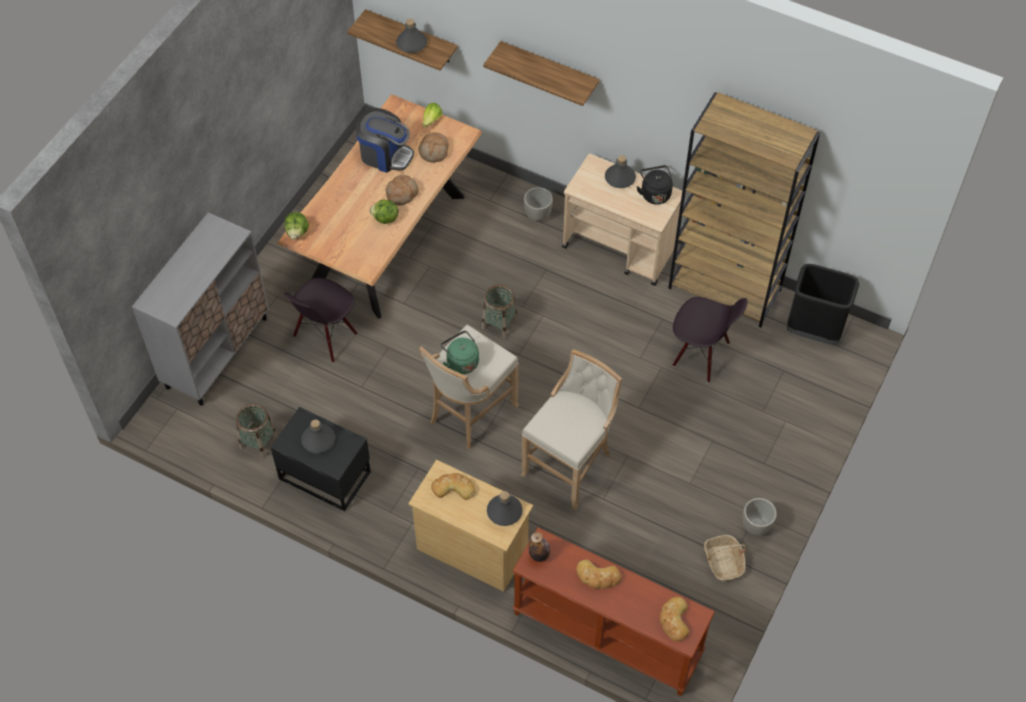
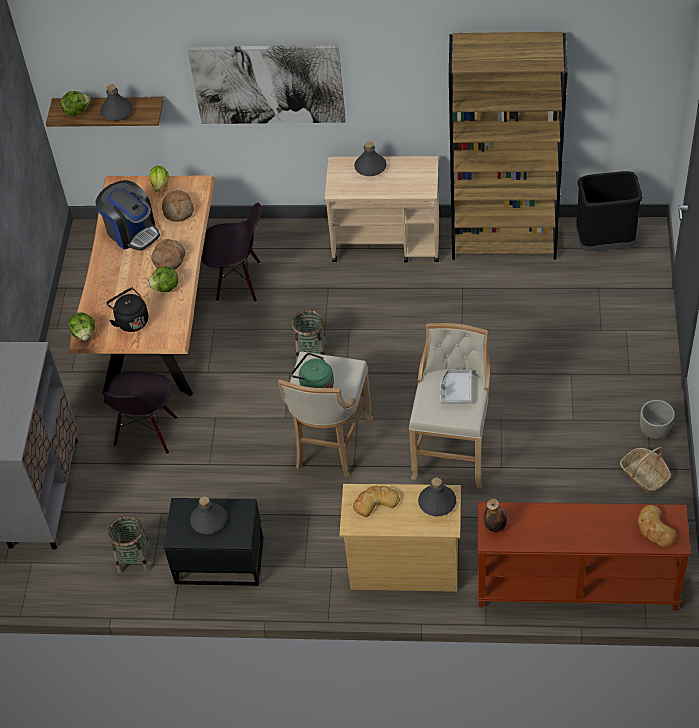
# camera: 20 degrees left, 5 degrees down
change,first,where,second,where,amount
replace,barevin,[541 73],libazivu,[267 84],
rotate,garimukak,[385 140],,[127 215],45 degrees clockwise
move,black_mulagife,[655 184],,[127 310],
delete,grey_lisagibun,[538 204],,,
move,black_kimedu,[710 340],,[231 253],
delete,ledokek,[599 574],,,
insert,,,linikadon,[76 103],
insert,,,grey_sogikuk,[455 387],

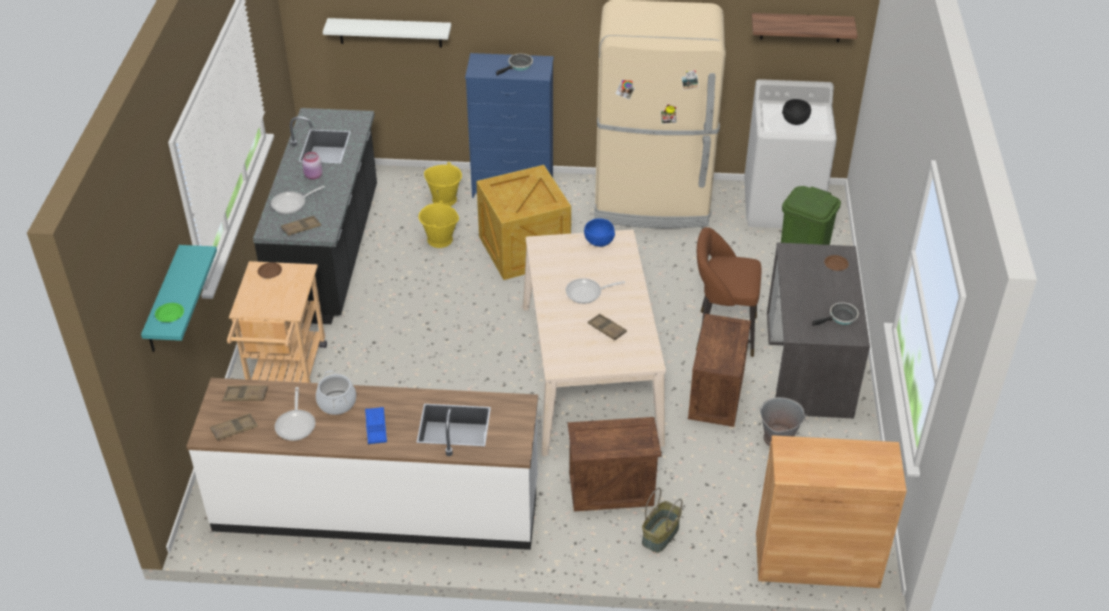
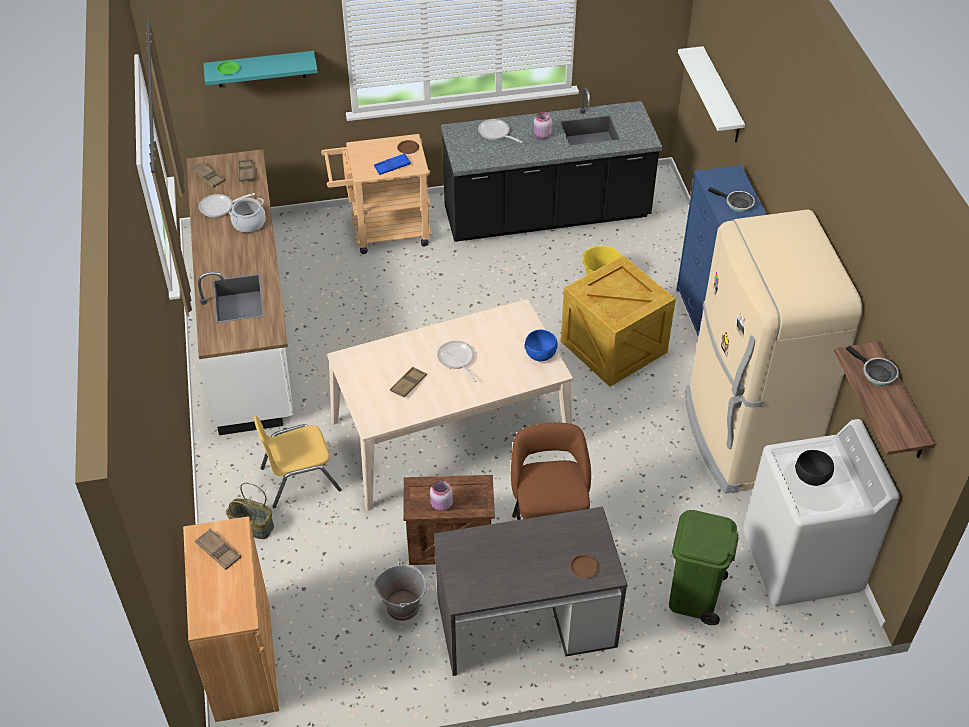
# camera: 75 degrees right, 5 degrees up
change,first,where,second,where,amount
delete,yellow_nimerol,[443 184],,,
move,brown_sogikuk,[301 226],,[218 549],
move,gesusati,[835 314],,[872 365],
move,blue_sogikuk,[376 425],,[392 164],
replace,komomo,[615 464],yellow_kimedu,[297 462],
insert,,,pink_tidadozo,[441 495],

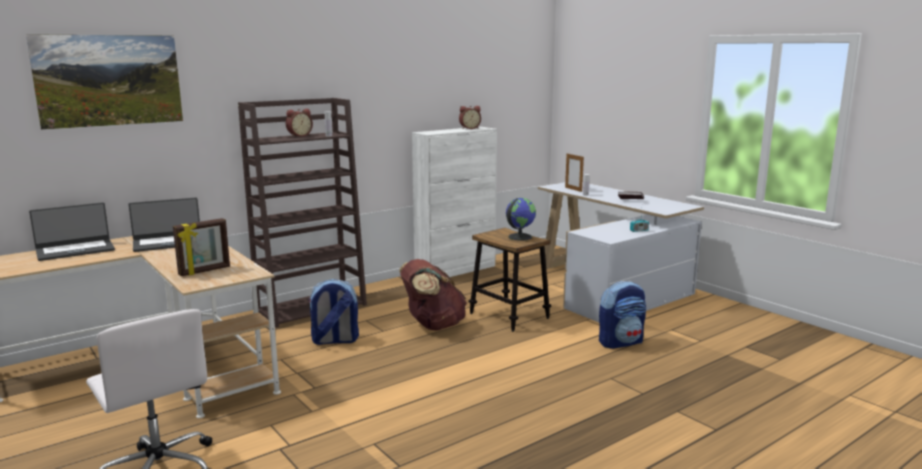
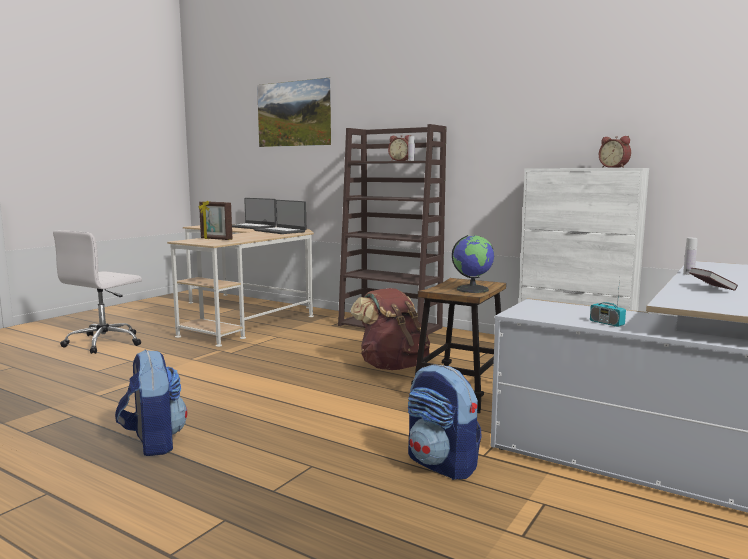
# camera: 70 degrees right, 5 degrees down
change,first,where,second,where,amount
delete,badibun,[574 173],,,
move,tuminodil,[333 312],,[151 403],

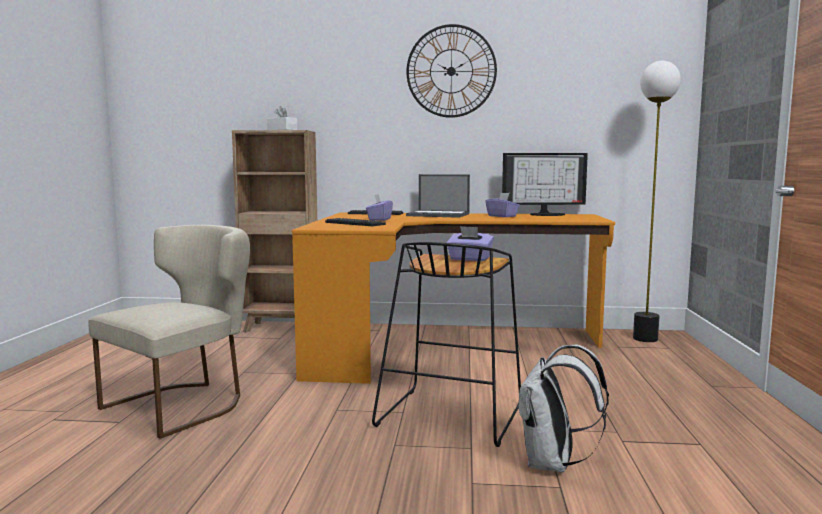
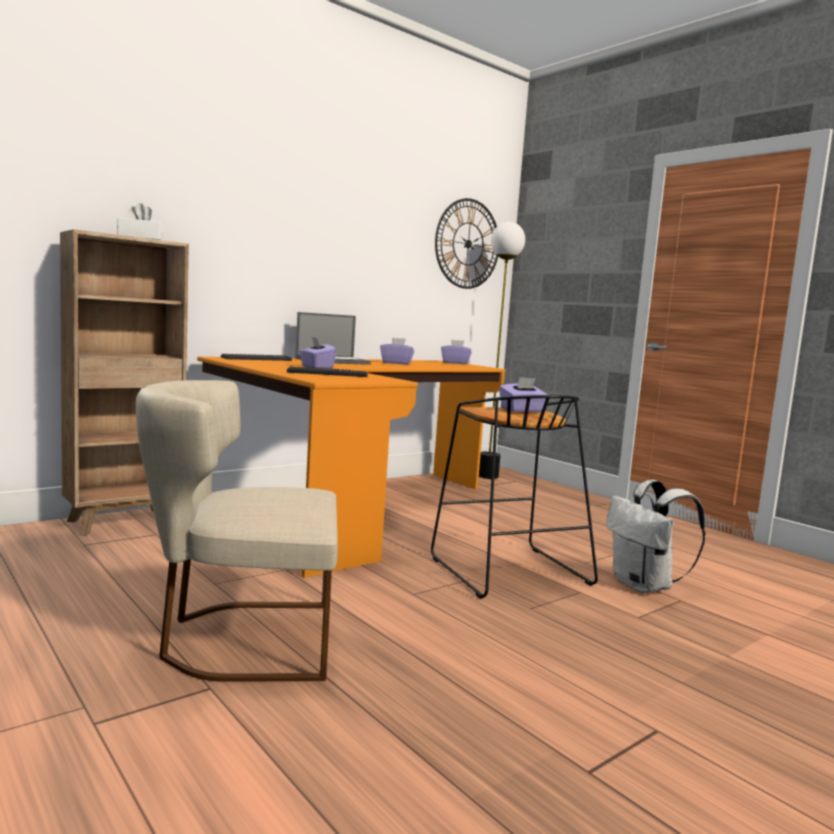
# camera: 45 degrees left, 0 degrees up
change,first,where,second,where,amount
move,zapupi,[451 71],,[466 243],
delete,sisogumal,[545 184],,,
rotate,beige_kimedu,[169 332],,[237 531],90 degrees counterclockwise
insert,,,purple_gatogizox,[456 352],

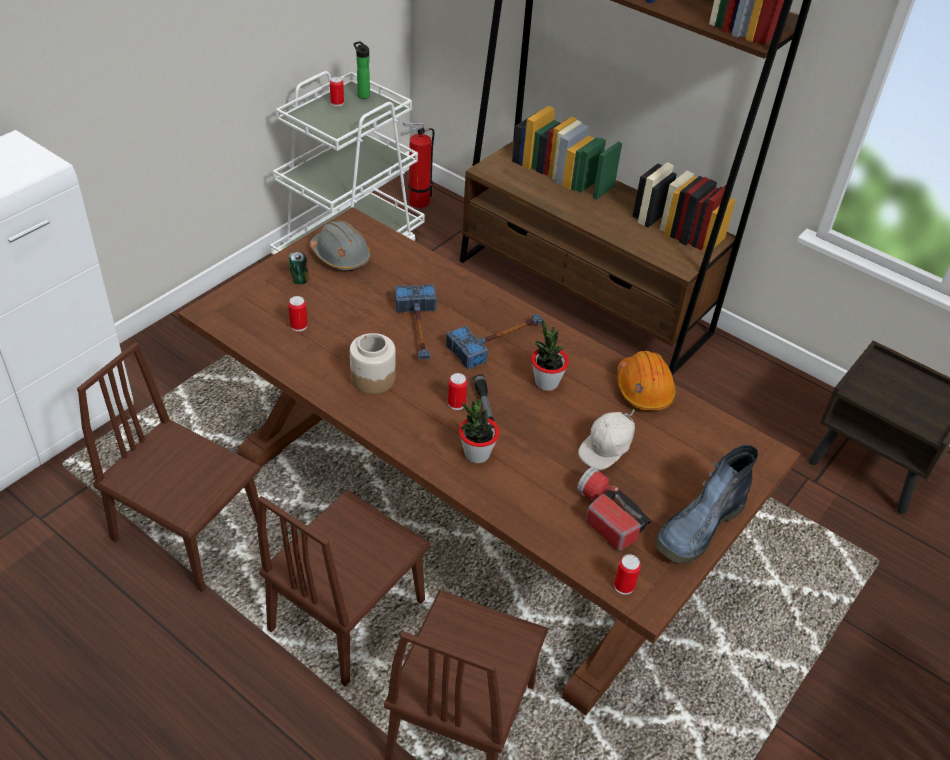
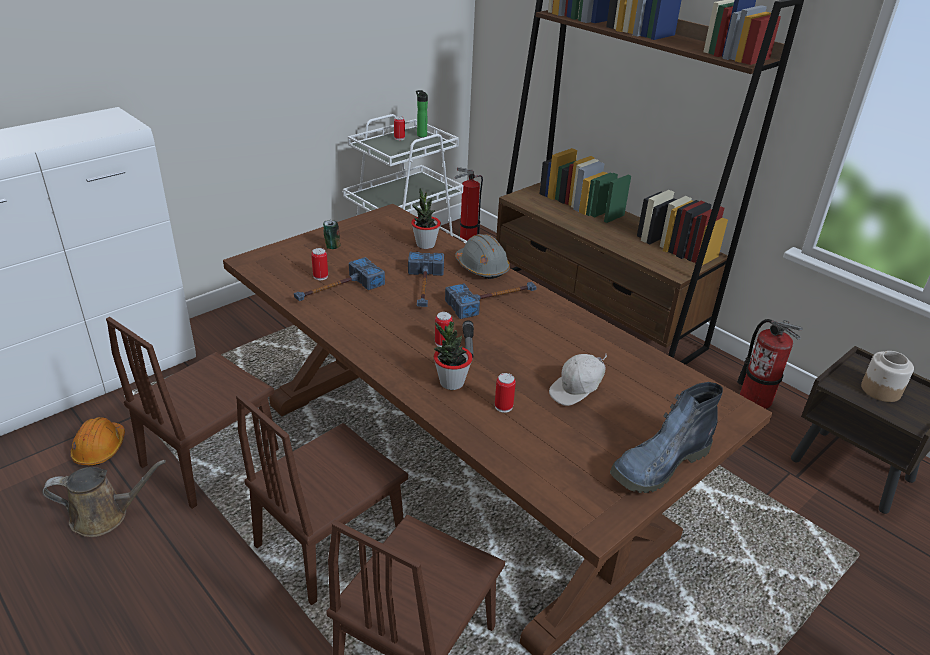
# camera: 10 degrees right, 10 degrees down
change,first,where,second,where,amount
move,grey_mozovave,[340 246],,[482 256],
move,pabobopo,[550 355],,[426 218],
move,tidadozo,[373 363],,[887 376],
rotate,brown_kimedu,[168 467],,[192 413],90 degrees counterclockwise
move,orange_mozovave,[646 381],,[97 441],
delete,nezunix,[615 509],,,
move,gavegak,[627 574],,[505 393],
insert,,,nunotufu,[339 279],
insert,,,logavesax,[770 364],
insert,,,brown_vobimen,[104 498],

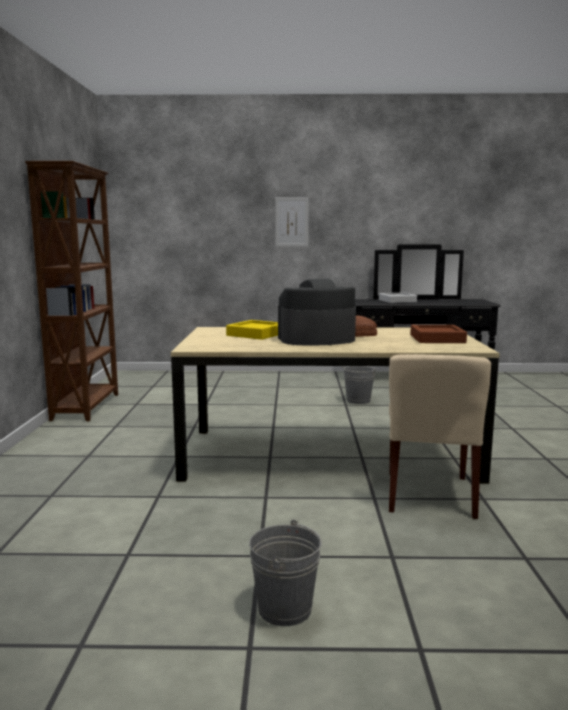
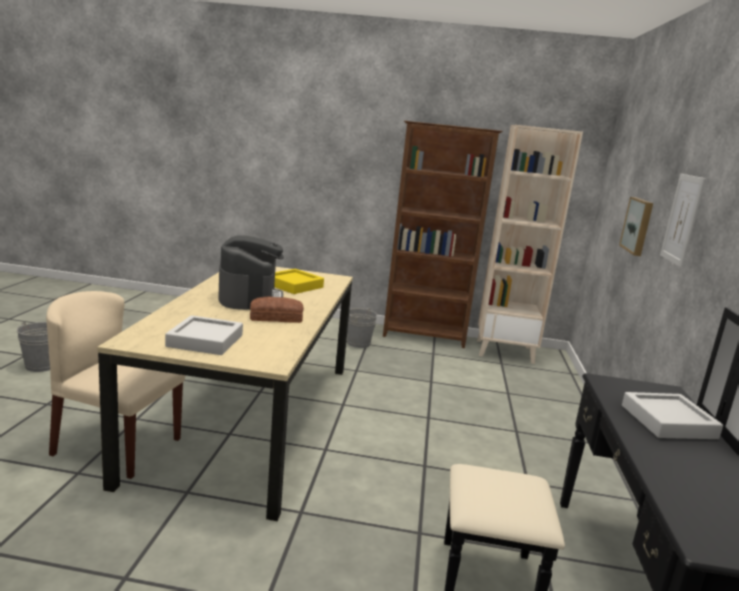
# camera: 95 degrees right, 5 degrees up
change,first,where,second,where,amount
recolor,brown_sogikuk,[438 334],grey_sogikuk,[204 335],
move,grey_nimerol,[360 385],,[362 328],
insert,,,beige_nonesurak,[530 244],
insert,,,libazivu,[636 226],

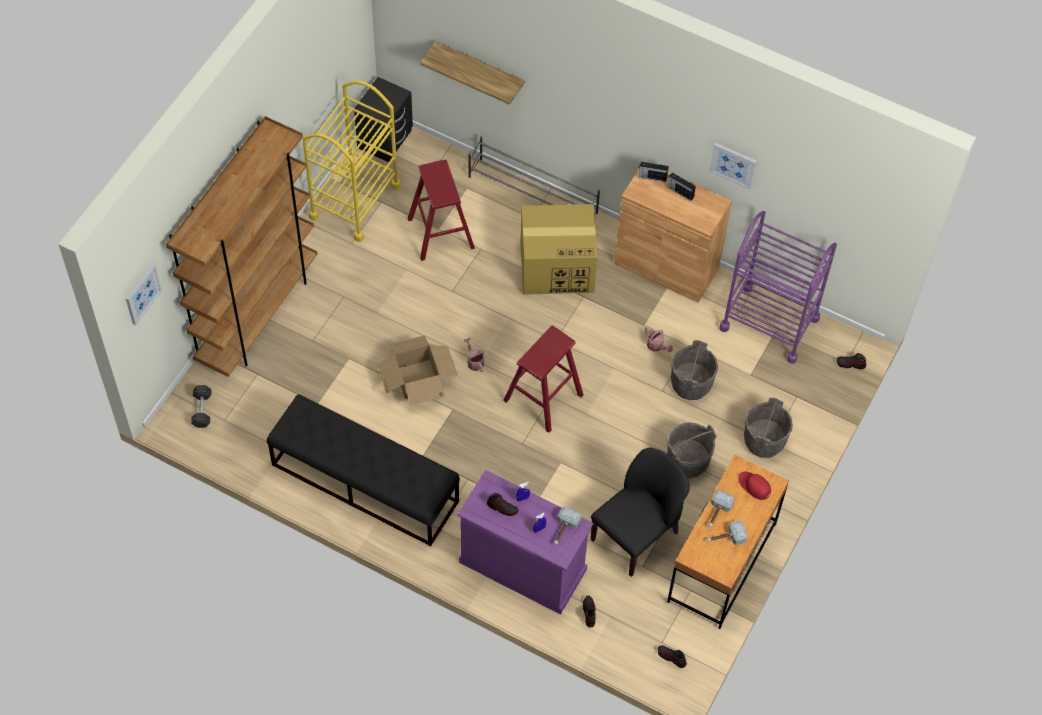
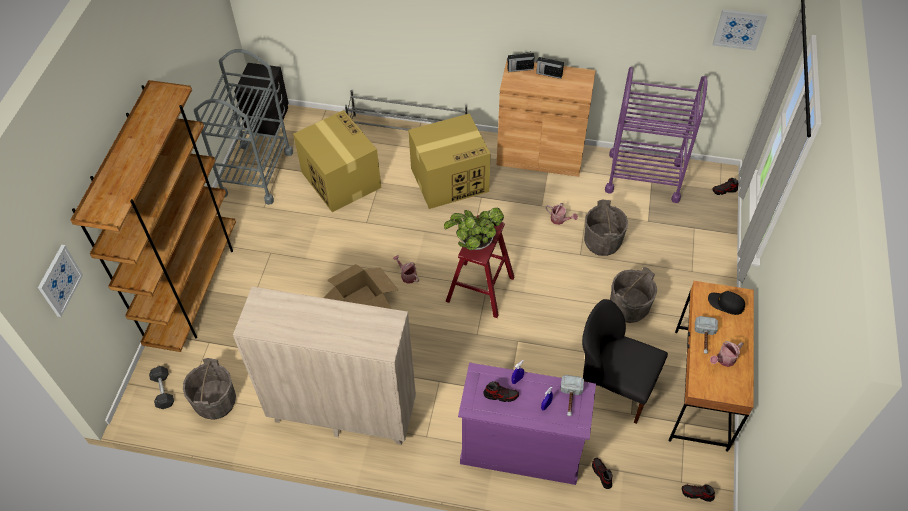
# camera: 15 degrees left, 5 degrees down
change,first,where,second,where,amount
delete,barevin,[472 73],,,
recolor,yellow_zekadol,[352 161],grey_zekadol,[243 127],
move,libazivu,[732 166],,[740 30],
replace,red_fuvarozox,[441 210],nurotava,[337 161],
replace,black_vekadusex,[363 470],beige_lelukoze,[324 366],
move,grey_nimerol,[768 428],,[209 389],
rotate,black_kimedu,[640 512],,[625 361],90 degrees counterclockwise
recolor,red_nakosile,[754 485],black_nakosile,[726 303],
replace,nunotufu,[727 532],vobimen,[727 354],
insert,,,pabobopo,[474 229],

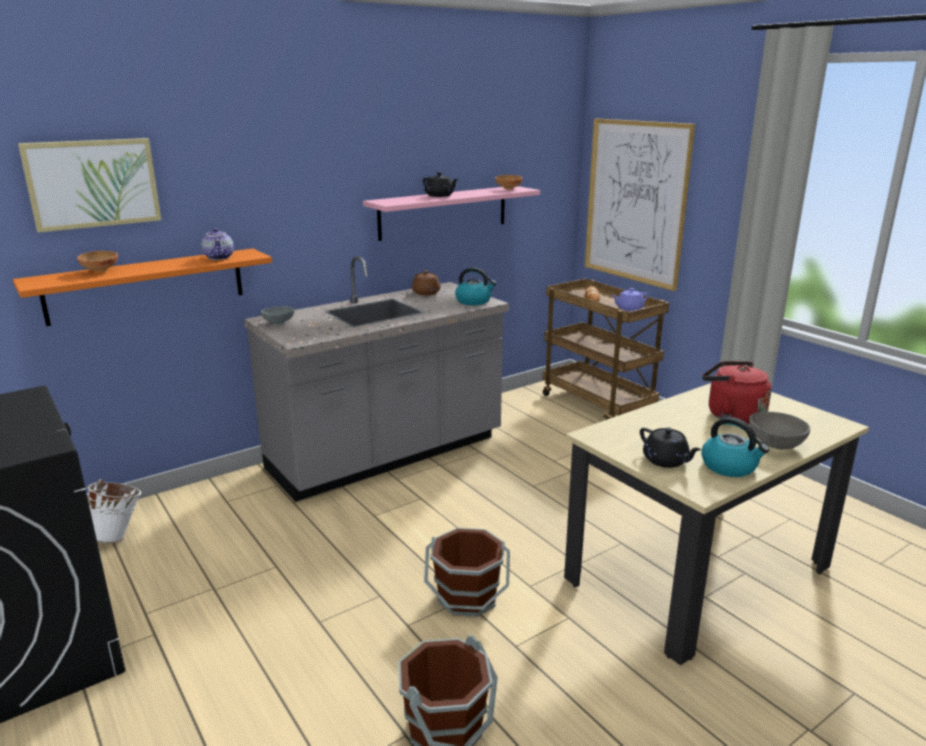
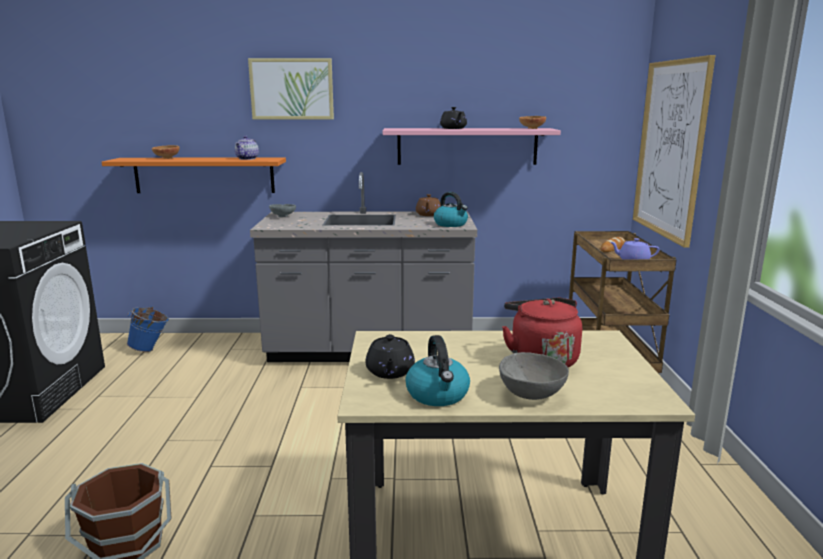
# camera: 35 degrees right, 5 degrees down
change,first,where,second,where,amount
move,libazivu,[89 185],,[291 89],
recolor,white_nimerol,[113 511],blue_nimerol,[148 329],
delete,brown_nimerol,[467 572],,,

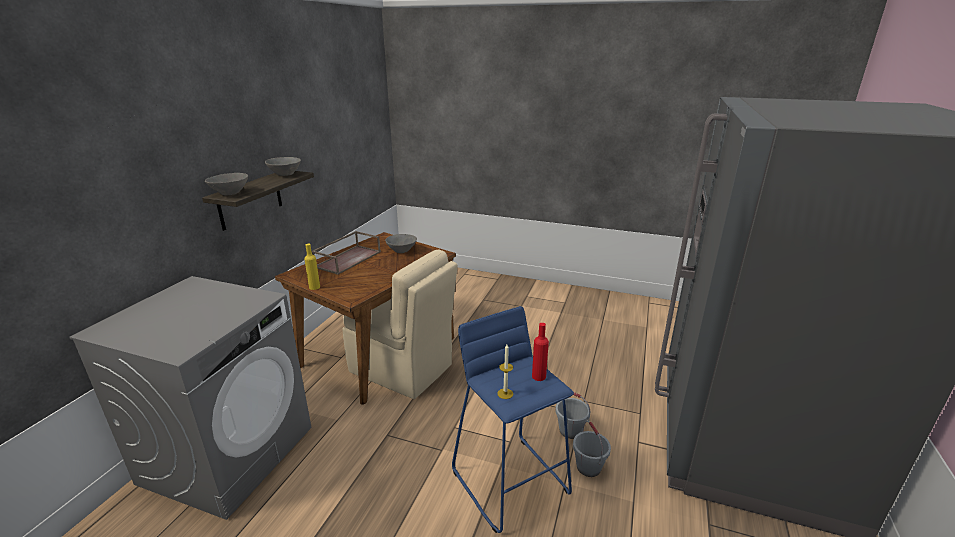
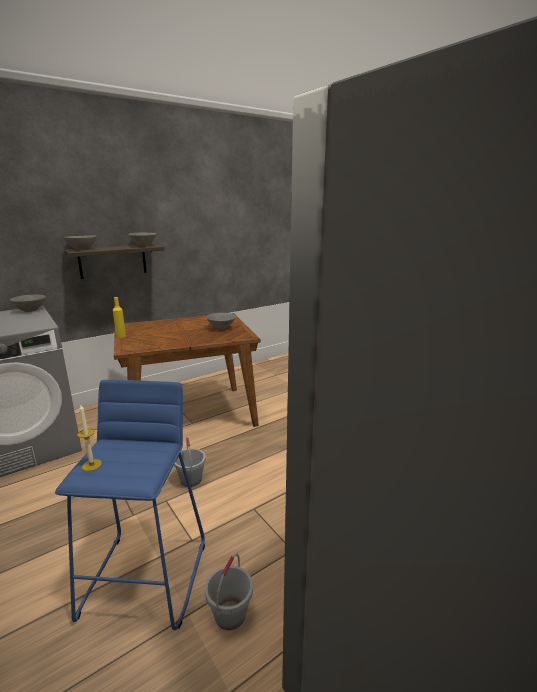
# camera: 35 degrees right, 5 degrees down
change,first,where,second,where,amount
delete,brown_sogikuk,[346 253],,,
delete,beige_kimedu,[400 324],,,
delete,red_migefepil,[540 352],,,
move,grey_nimerol,[572 415],,[190 462],
insert,,,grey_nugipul,[28 303],

